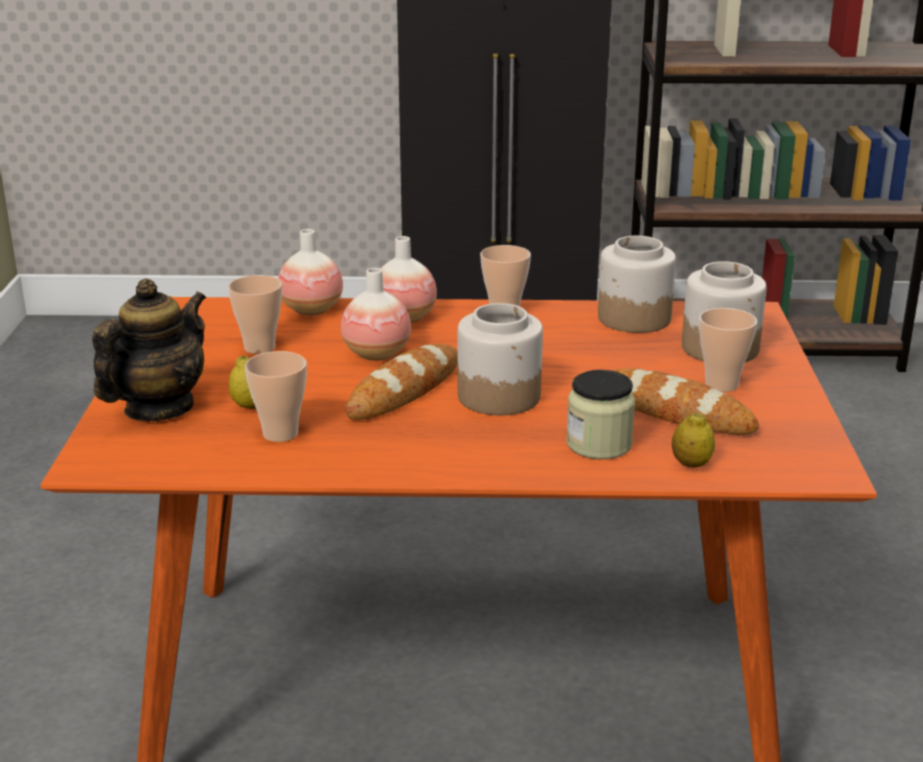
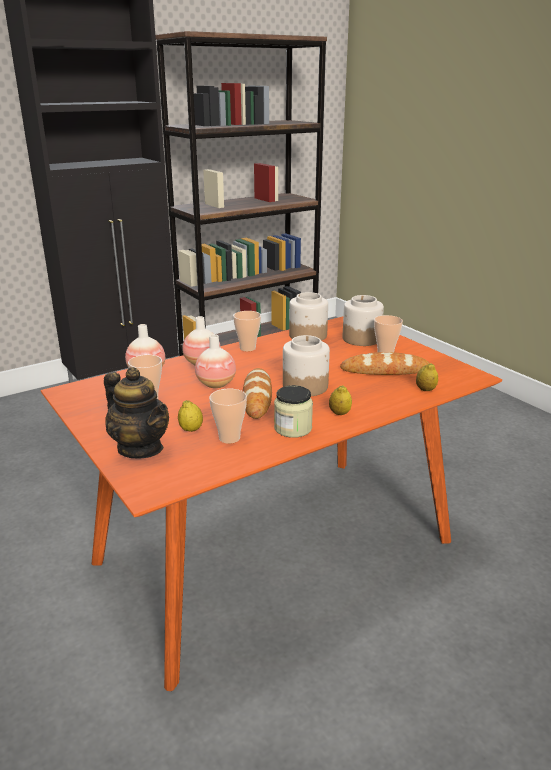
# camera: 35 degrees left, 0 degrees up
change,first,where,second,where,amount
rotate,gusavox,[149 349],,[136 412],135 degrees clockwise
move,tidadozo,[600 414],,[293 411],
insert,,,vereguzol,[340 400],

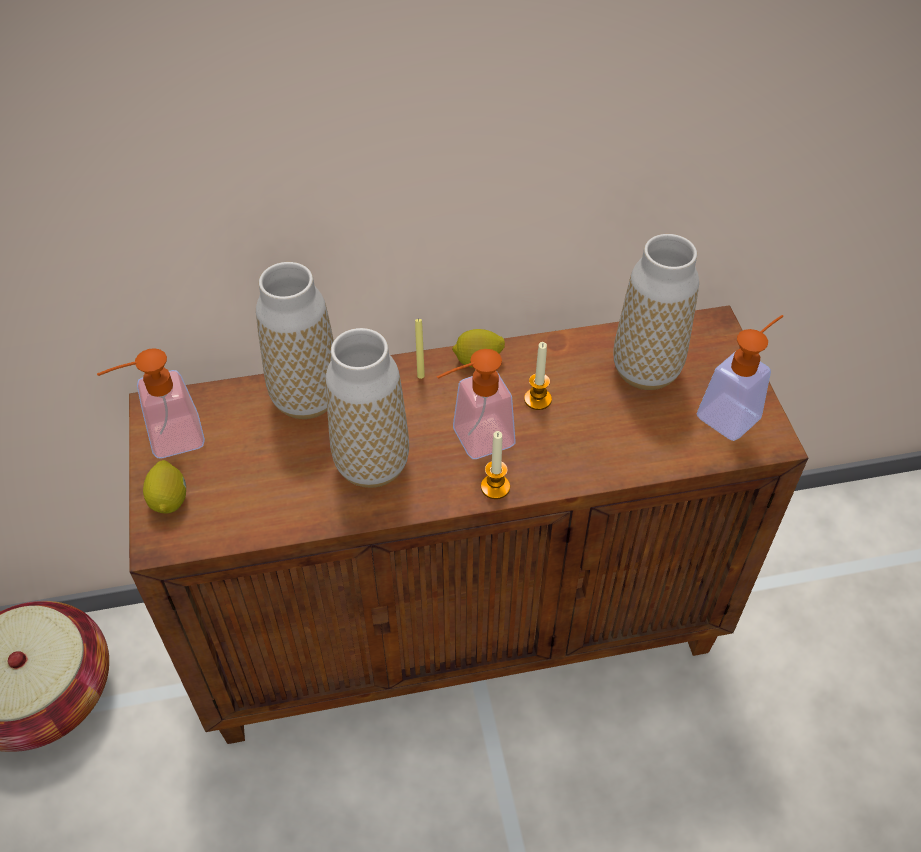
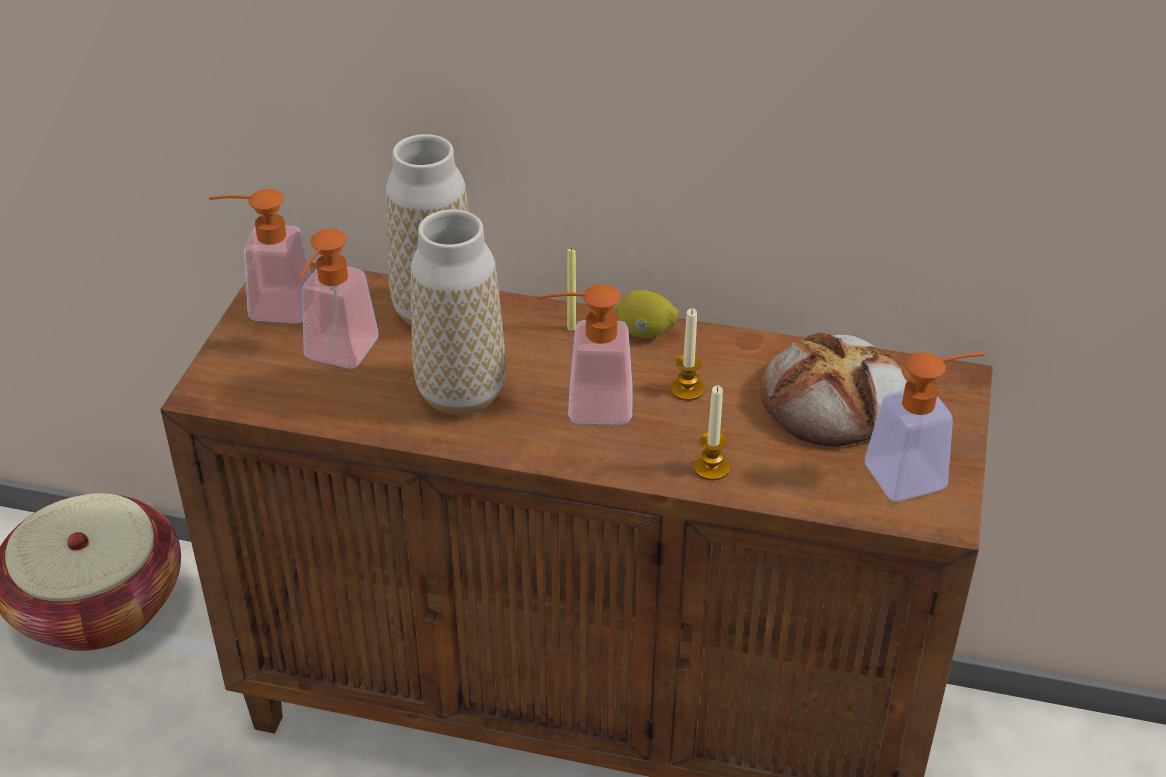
# camera: 25 degrees right, 10 degrees down
change,first,where,second,where,amount
replace,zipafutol,[656 312],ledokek,[833 389],
move,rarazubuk,[495 465],,[711 432],
delete,vereguzol,[164 487],,,
insert,,,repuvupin,[339 299],

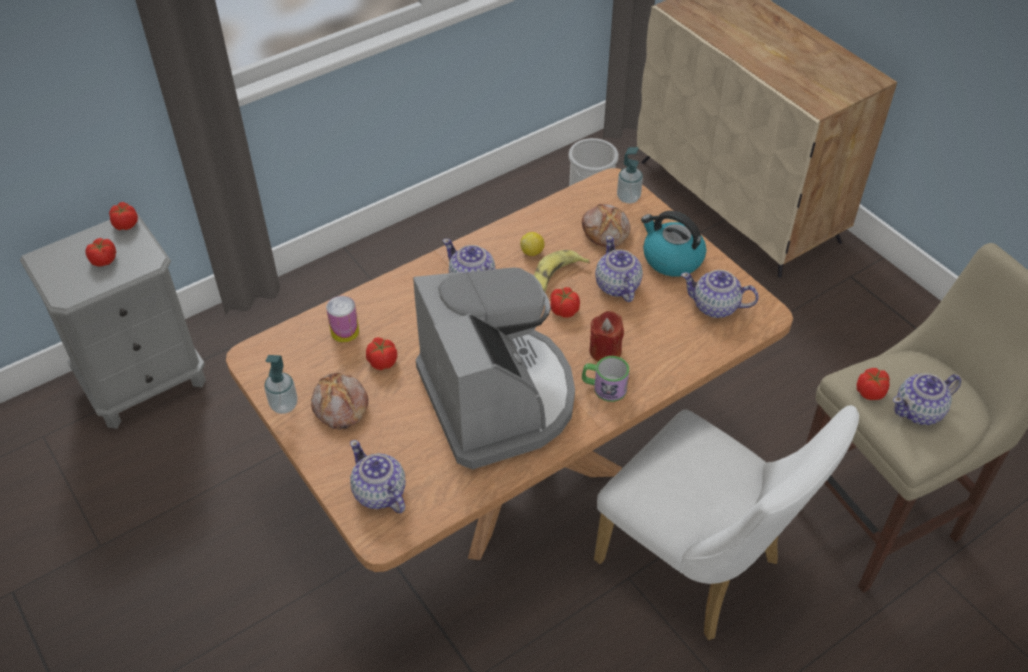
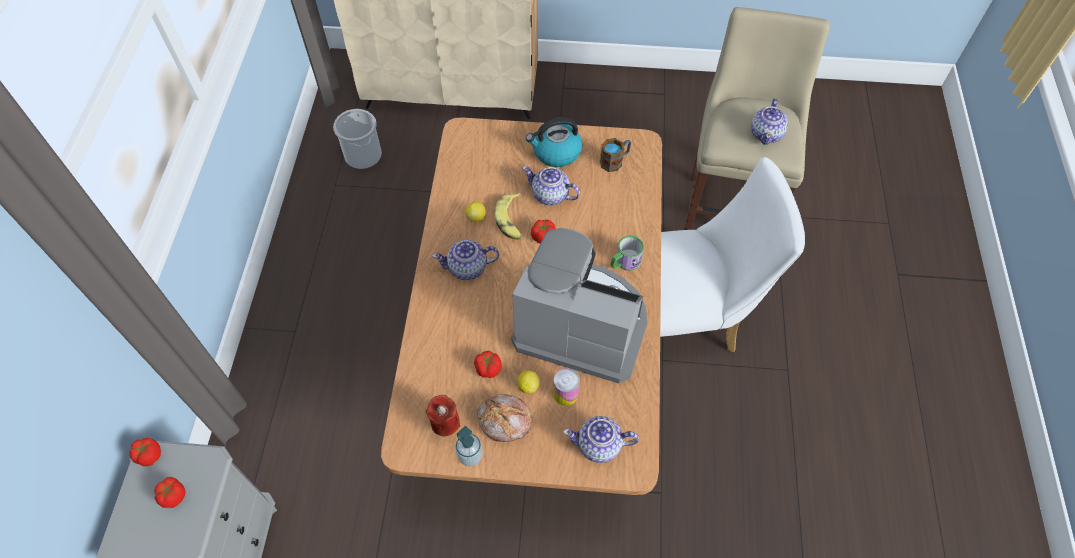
# camera: 50 degrees left, 10 degrees up
change,first,where,second,where,amount
delete,repuvupin,[630 175],,,
delete,ledokek,[606 225],,,
replace,gusavox,[720 294],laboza,[615 155],
move,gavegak,[342 319],,[566 387],
move,red_rarazubuk,[606 336],,[443 415],
delete,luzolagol,[873 384],,,
insert,,,vereguzol,[528 382],

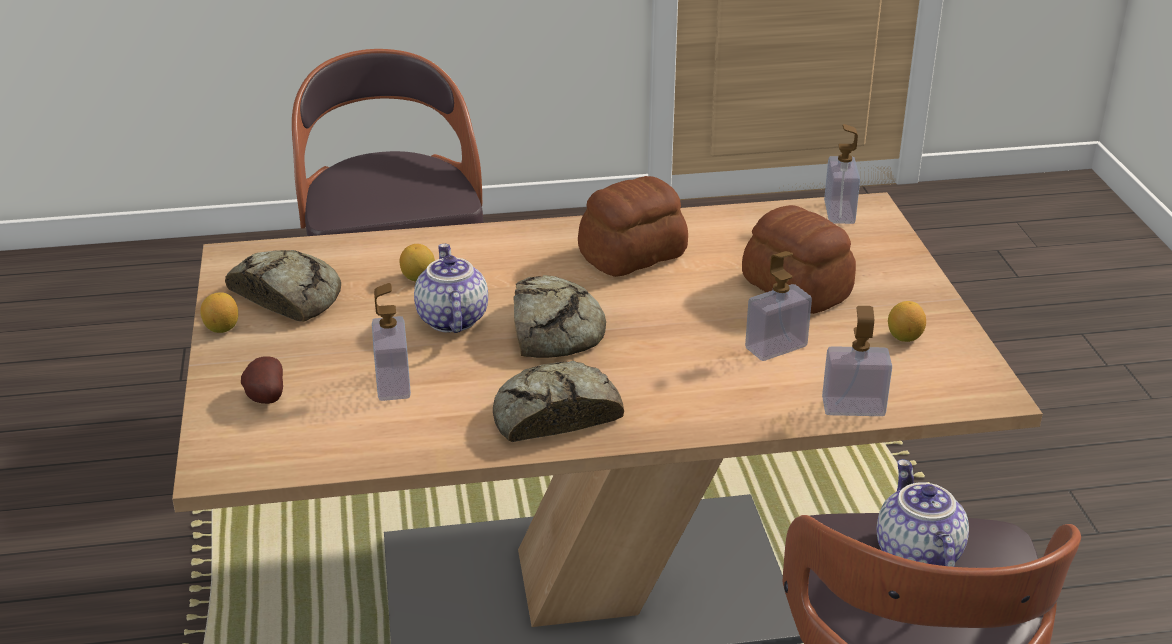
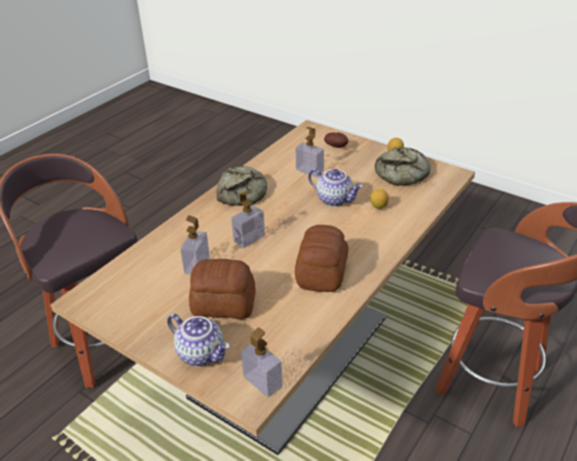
# camera: 135 degrees right, 5 degrees up
change,first,where,second,where,amount
delete,ledokek,[559 316],,,
delete,vereguzol,[907 321],,,
move,repuvupin,[857 361],,[248 219],
move,gusavox,[923 513],,[198 339],

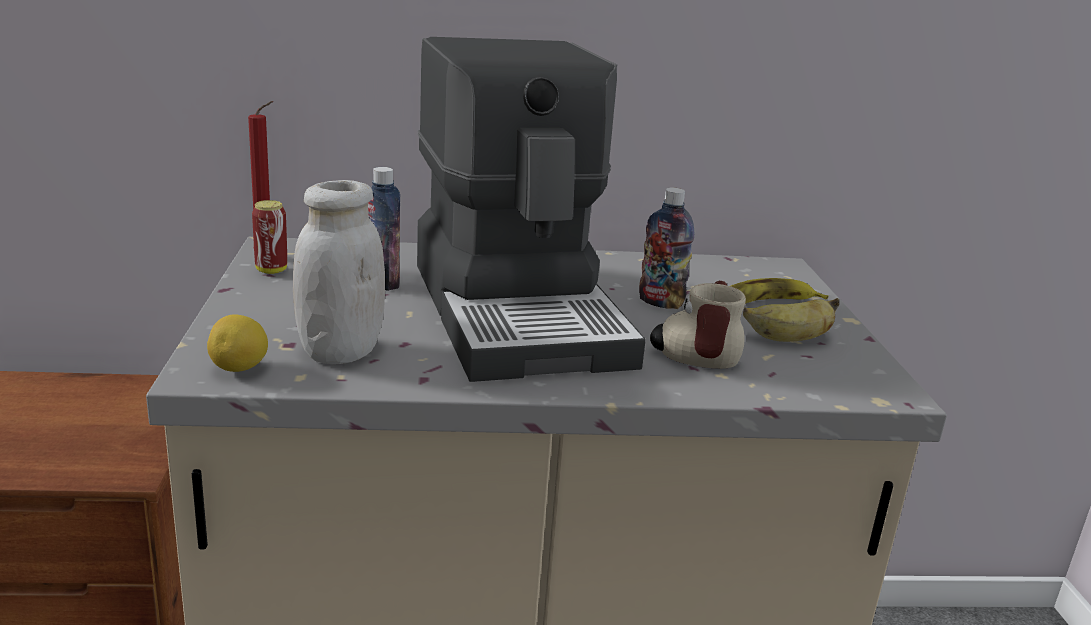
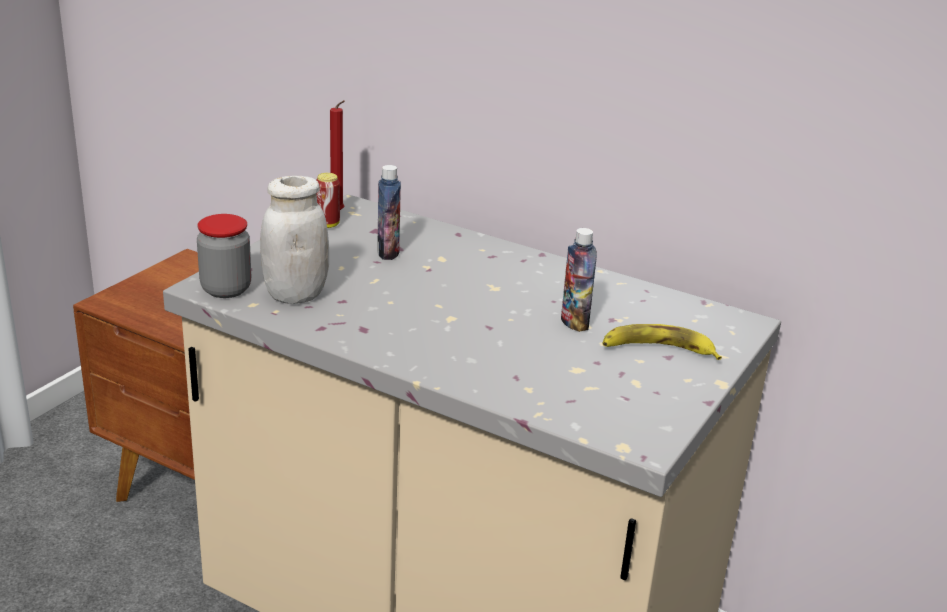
# camera: 35 degrees right, 5 degrees up
change,first,where,second,where,amount
delete,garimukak,[531 209],,,
delete,laboza,[698 325],,,
delete,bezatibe,[791 320],,,
replace,vereguzol,[237 343],tidadozo,[224 256],

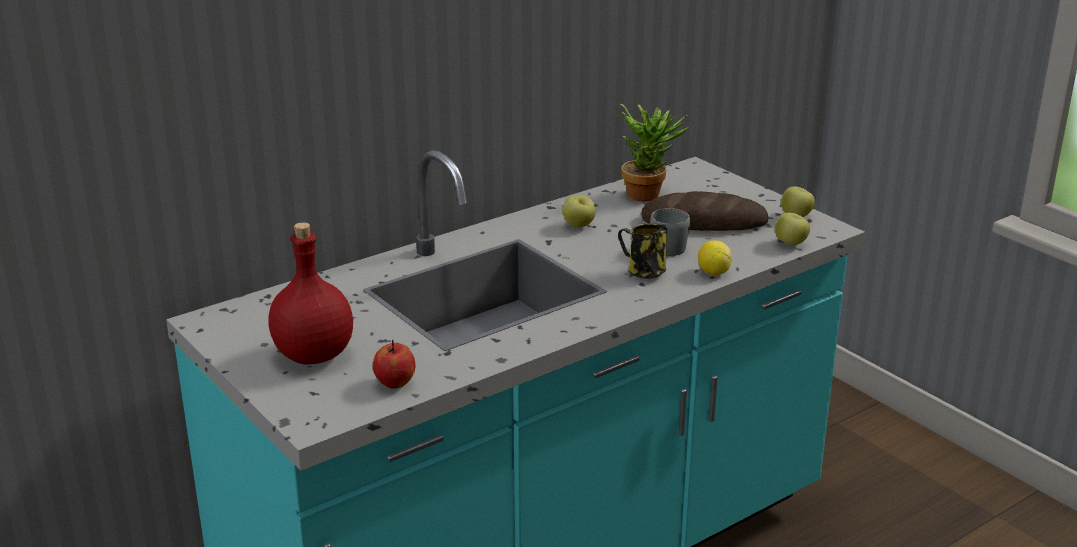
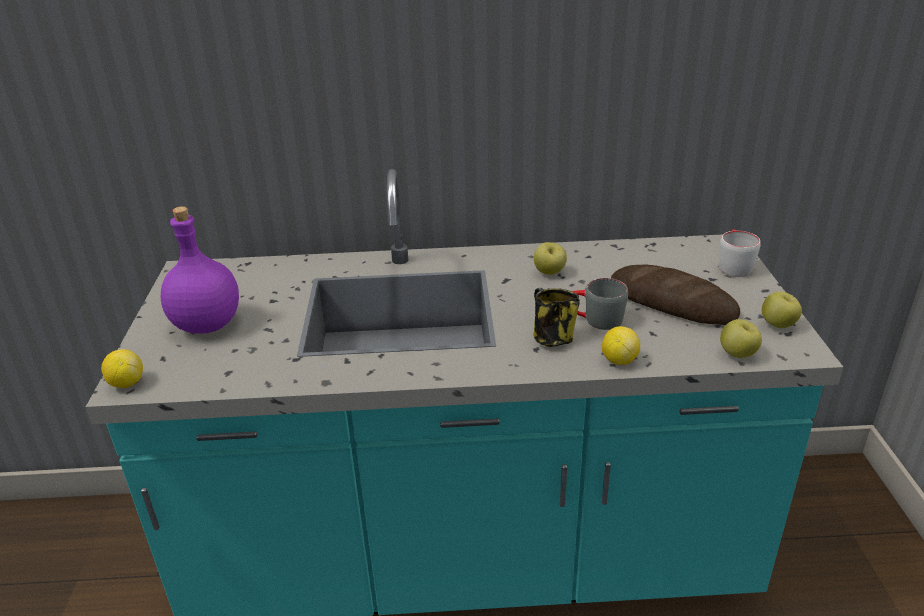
# camera: 35 degrees right, 5 degrees up
change,first,where,second,where,amount
delete,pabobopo,[655 152],,,
recolor,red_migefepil,[310 293],purple_migefepil,[199 270],
delete,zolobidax,[394 364],,,
insert,,,grey_laboza,[740 253],
insert,,,vereguzol,[122 368],

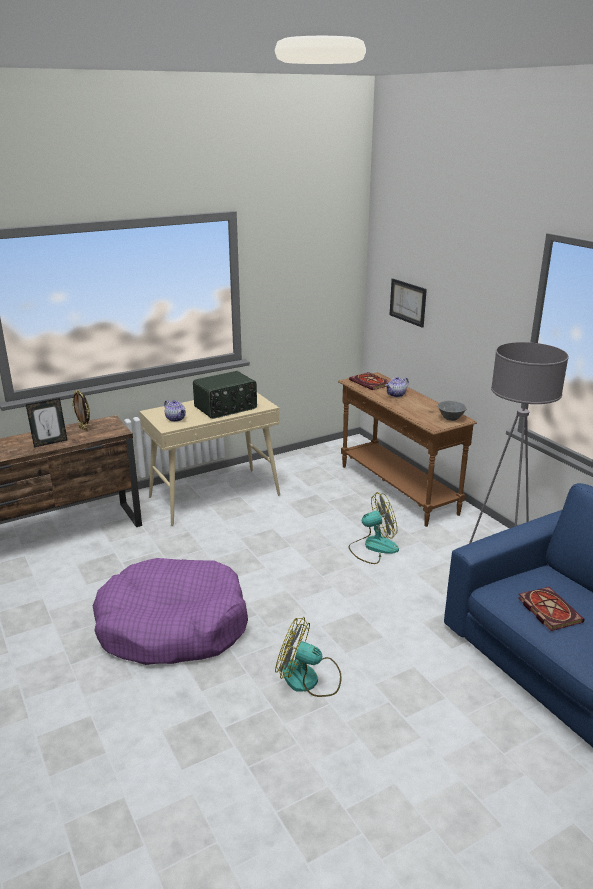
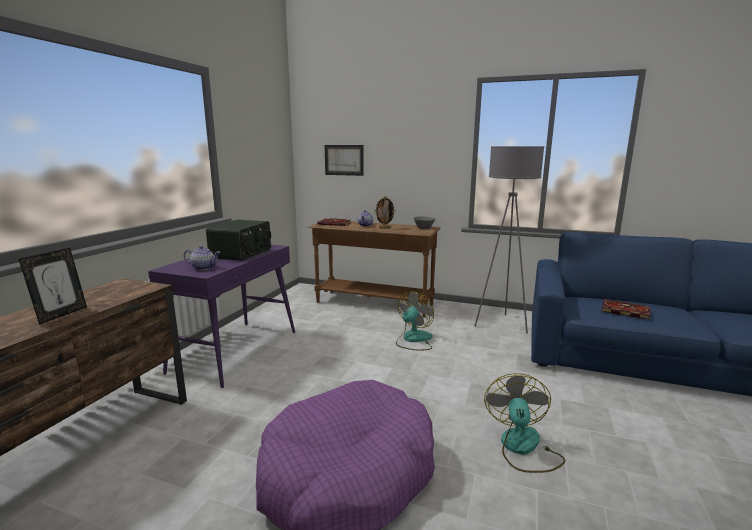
# camera: 40 degrees left, 10 degrees down
change,first,where,second,where,amount
move,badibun,[81 410],,[385 212],
recolor,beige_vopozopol,[210 459],purple_vopozopol,[221 316],
rotate,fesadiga,[308 657],,[525 423],120 degrees clockwise

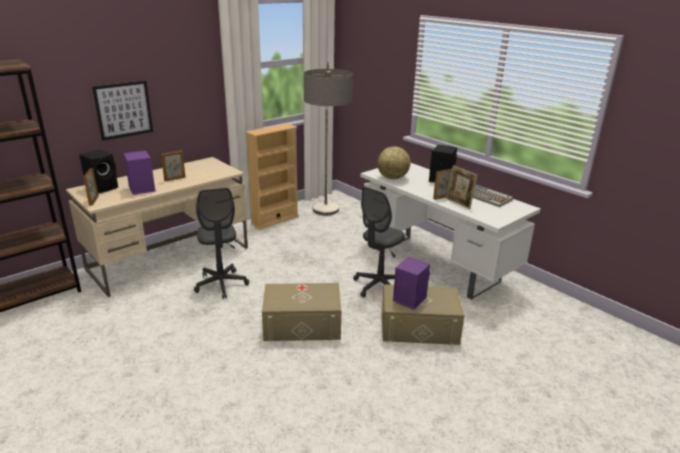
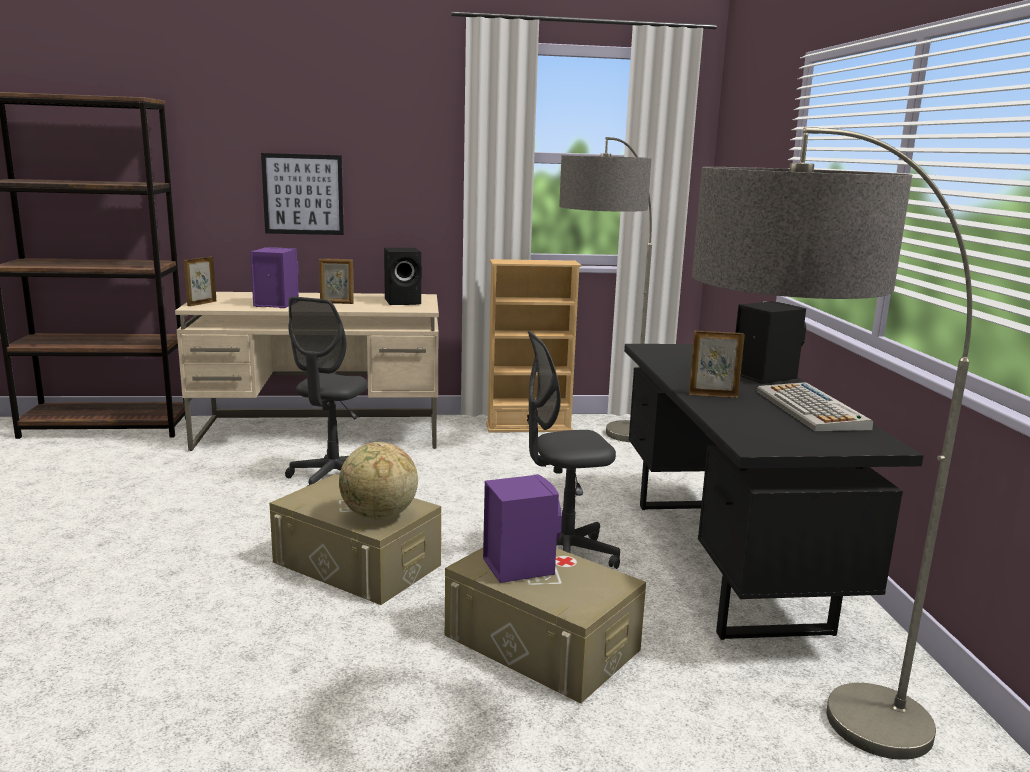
# camera: 35 degrees right, 10 degrees down
change,first,where,second,where,amount
move,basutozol,[393 163],,[378 481],
move,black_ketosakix,[98 171],,[403 276],
recolor,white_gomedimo,[451 231],black_gomedimo,[774 492],
delete,badibun,[462 187],,,
insert,,,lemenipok,[832 443],

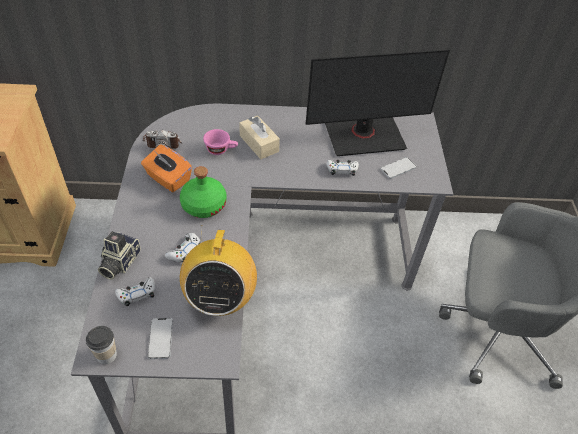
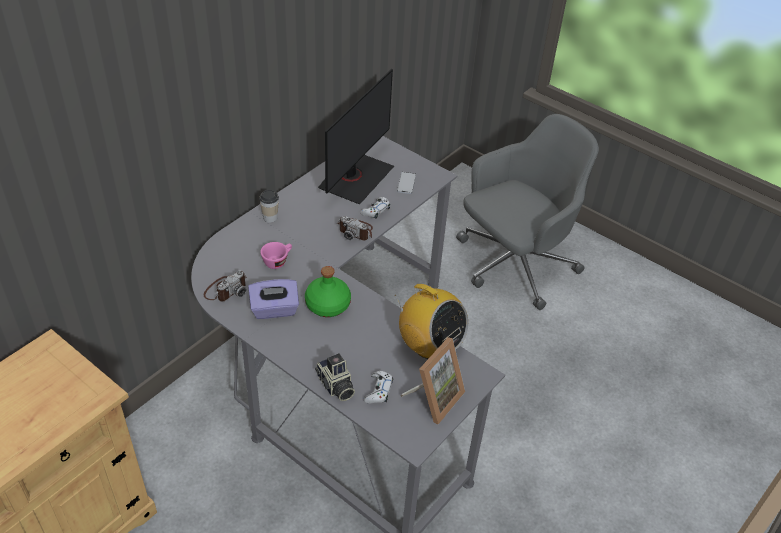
# camera: 50 degrees left, 5 degrees down
change,first,where,second,where,amount
delete,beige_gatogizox,[259 137],,,
recolor,orange_gatogizox,[166 168],purple_gatogizox,[273 299],
delete,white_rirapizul,[182 248],,,
replace,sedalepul,[160 338],badibun,[433 380],
move,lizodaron,[101 345],,[269 206],
insert,,,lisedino,[355 228],

